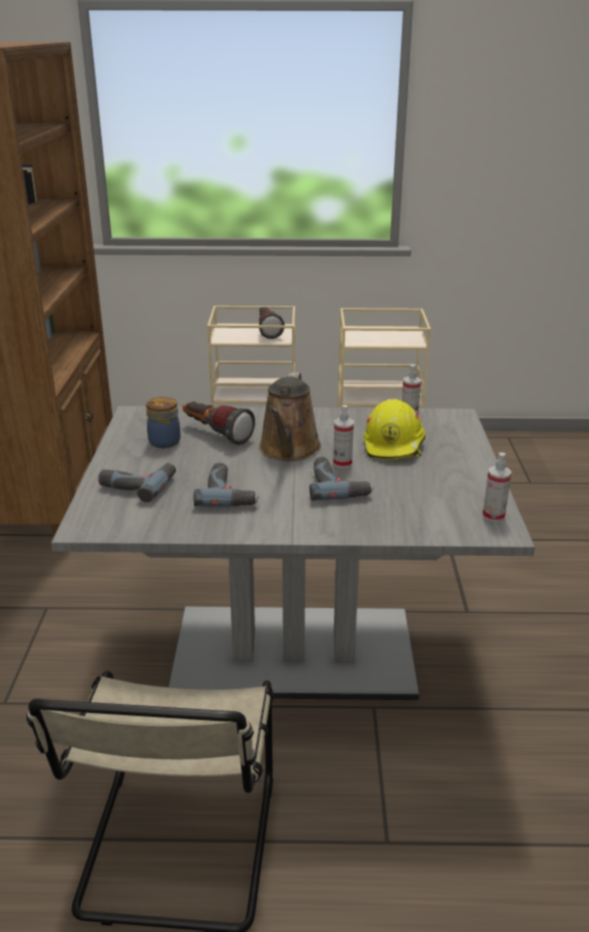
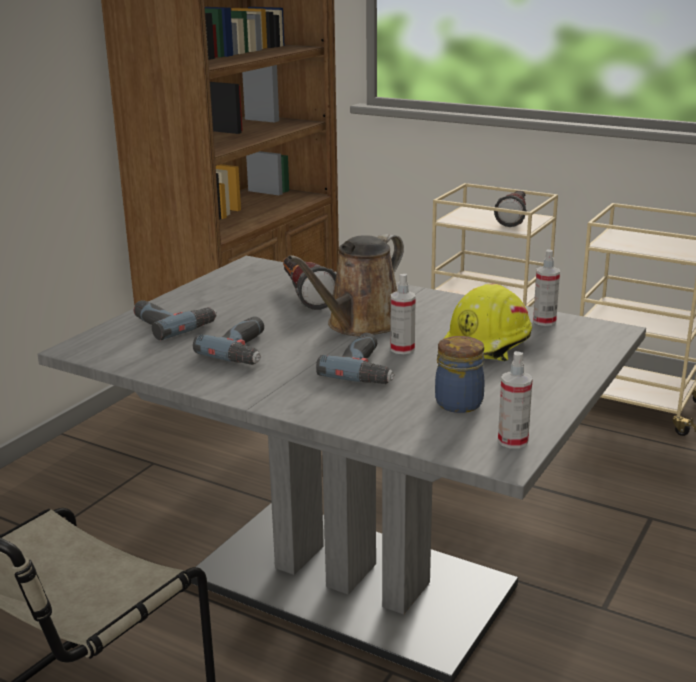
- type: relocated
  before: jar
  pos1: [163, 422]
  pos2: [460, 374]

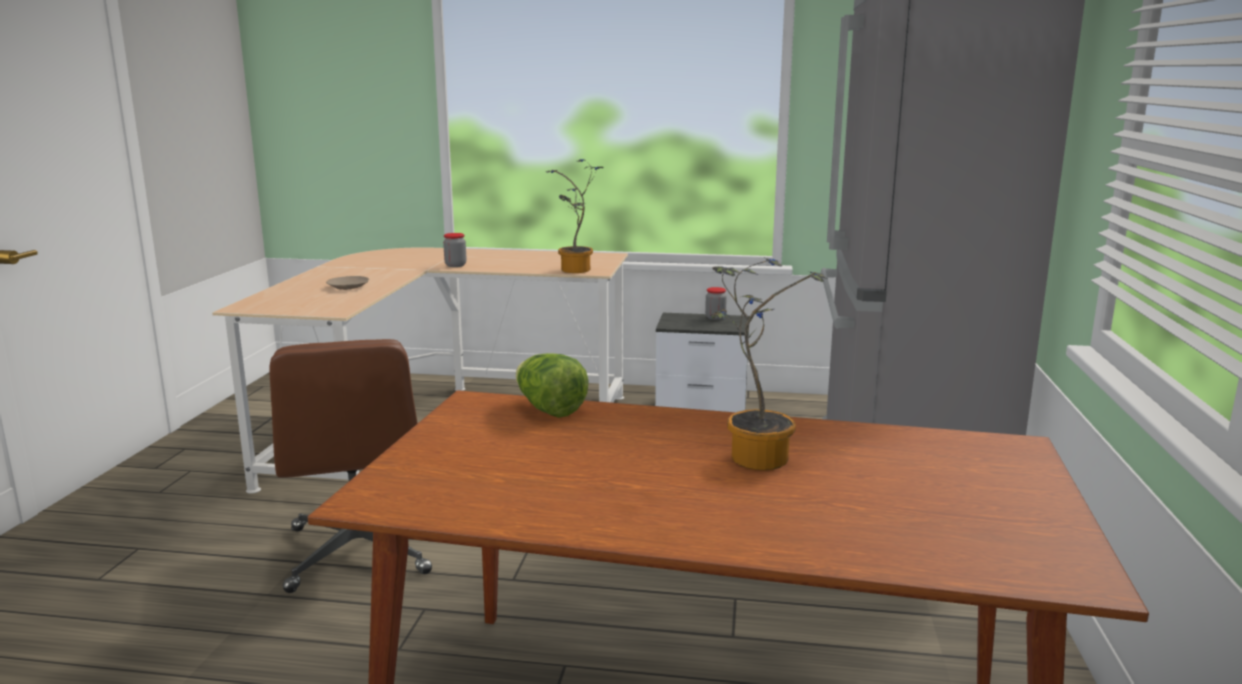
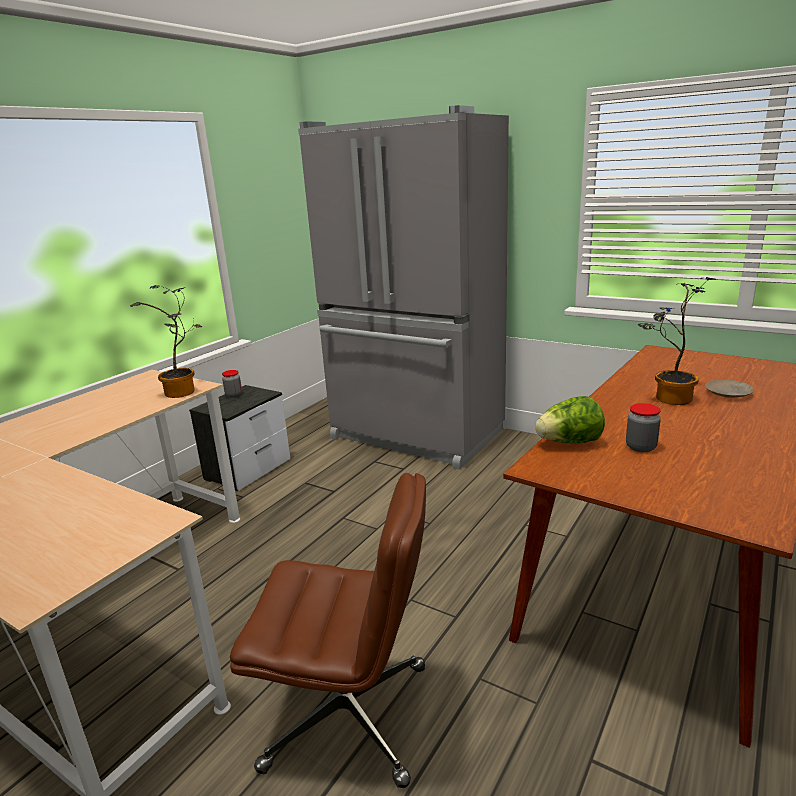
- type: relocated
  before: sand-coloured flat dish
  pos1: [347, 283]
  pos2: [729, 389]
- type: relocated
  before: jar
  pos1: [454, 250]
  pos2: [643, 428]

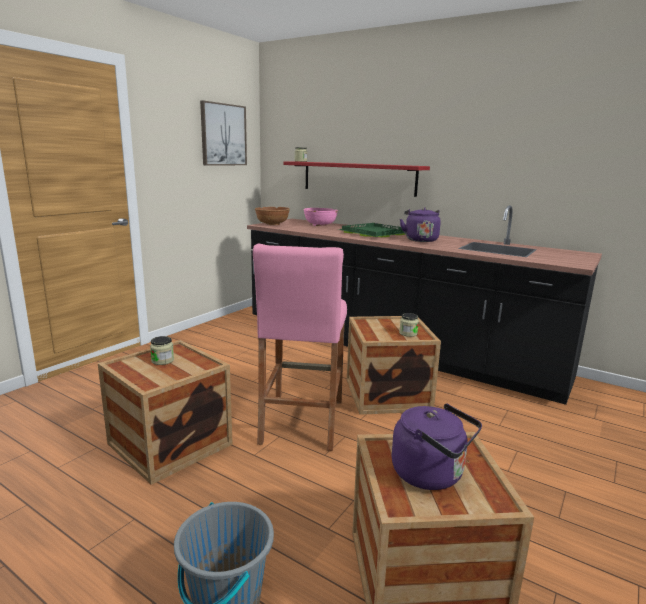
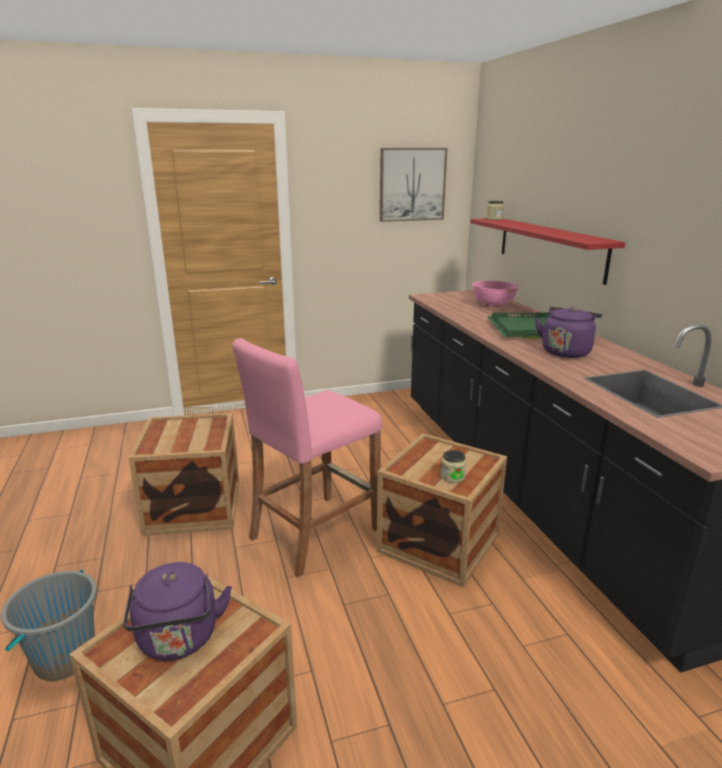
- type: missing
  before: jar
  pos1: [162, 350]
- type: missing
  before: brown bowl
  pos1: [272, 216]

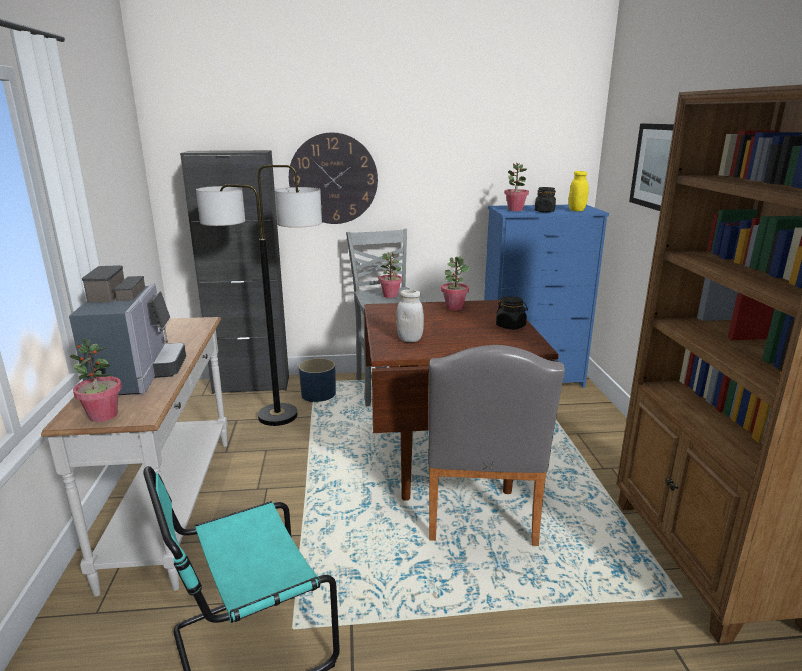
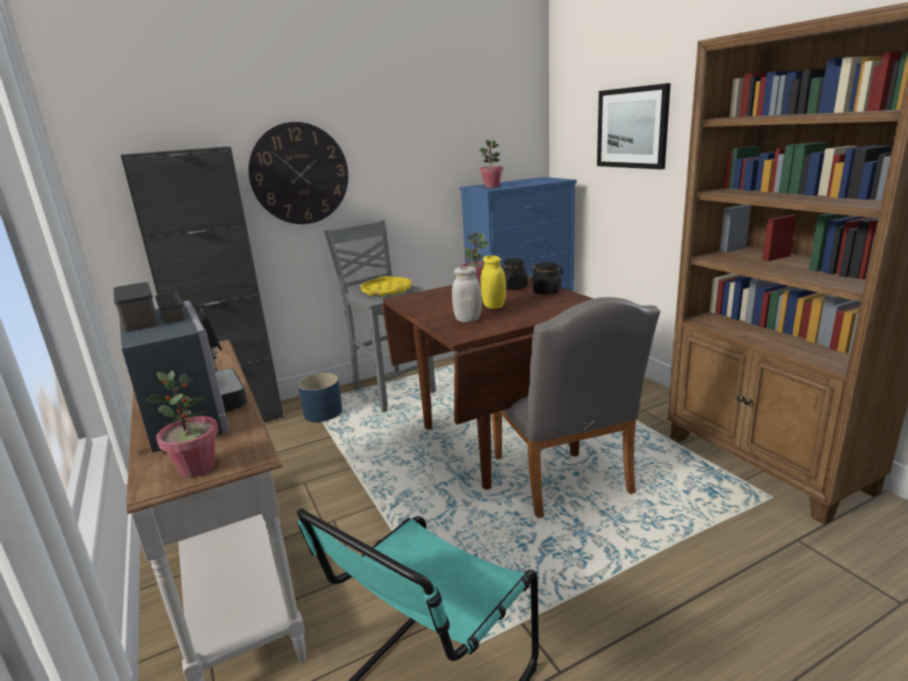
- type: missing
  before: standing lamp
  pos1: [259, 295]
- type: relocated
  before: blackish jar
  pos1: [545, 199]
  pos2: [515, 273]
- type: relocated
  before: yellow-coloured jar
  pos1: [579, 191]
  pos2: [493, 282]
- type: exchanged
  before: plant in a pot
  after: yellow-coloured serving tray
  pos1: [390, 275]
  pos2: [386, 286]

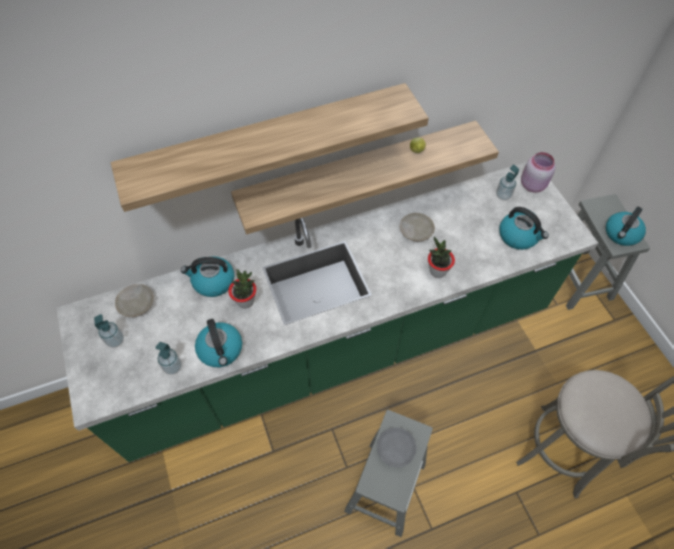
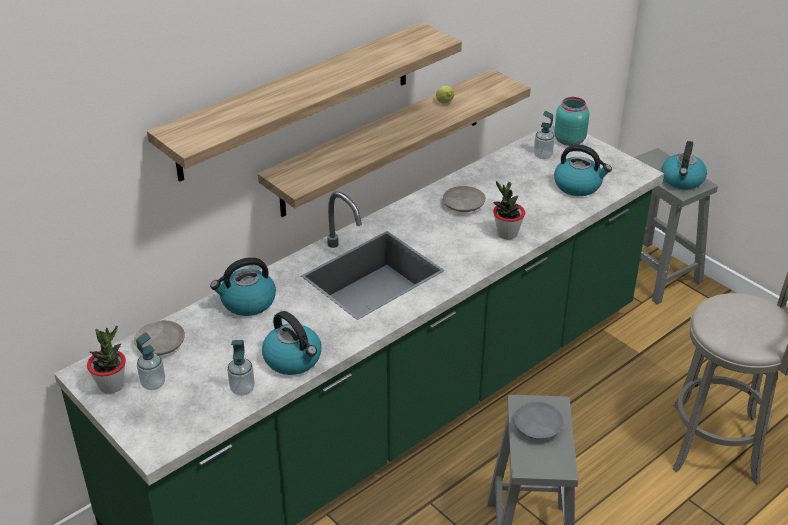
- type: relocated
  before: plant in a pot
  pos1: [242, 289]
  pos2: [106, 360]
- type: colour
  before: pink jar
  after: turquoise-coloured jar
  pos1: [538, 172]
  pos2: [571, 121]

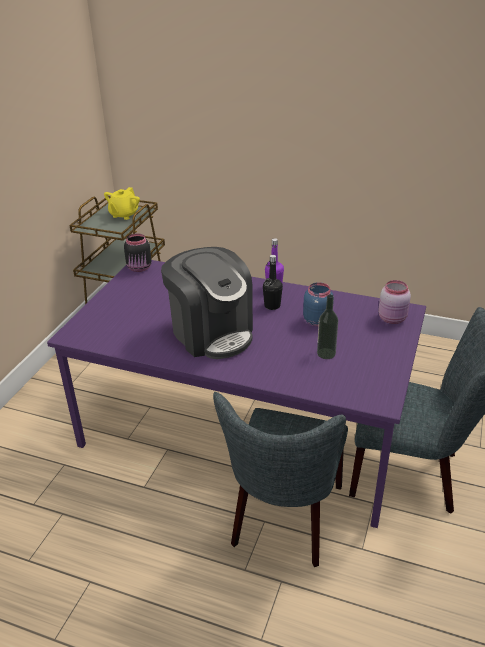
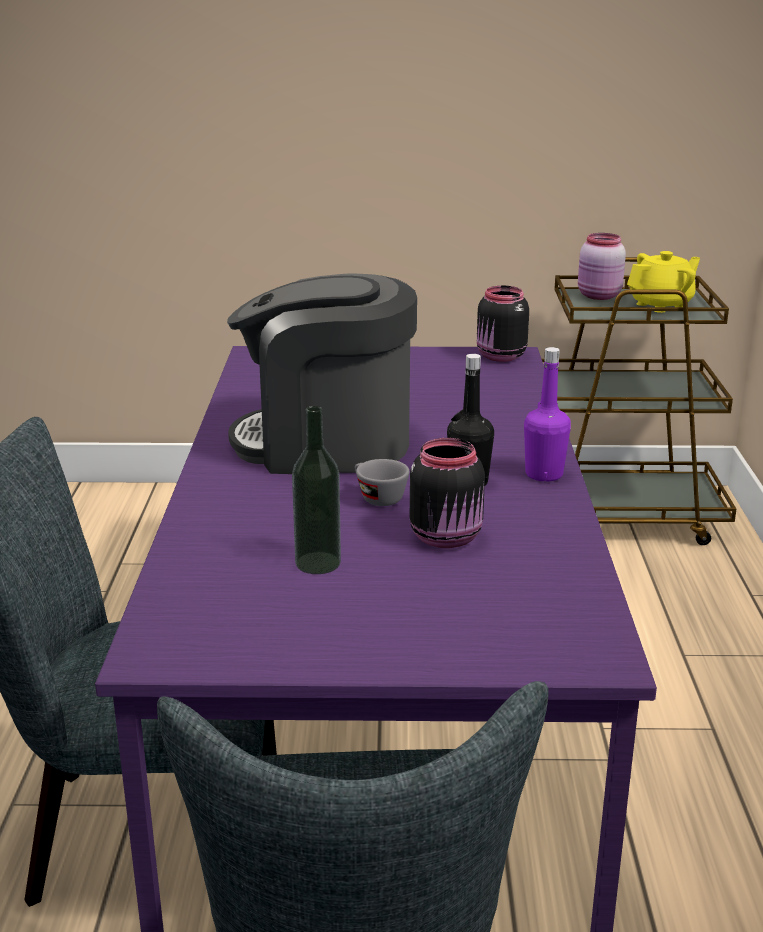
- type: appeared
  after: grey cup
  pos2: [382, 482]
- type: relocated
  before: pink jar
  pos1: [394, 302]
  pos2: [602, 266]
- type: colour
  before: bluish jar
  after: blackish jar
  pos1: [318, 304]
  pos2: [447, 493]
- type: spun
  before: yellow-coloured teapot
  pos1: [122, 203]
  pos2: [663, 282]
  turn: 150
- type: spun
  before: coffee machine
  pos1: [207, 303]
  pos2: [322, 373]
  turn: 60

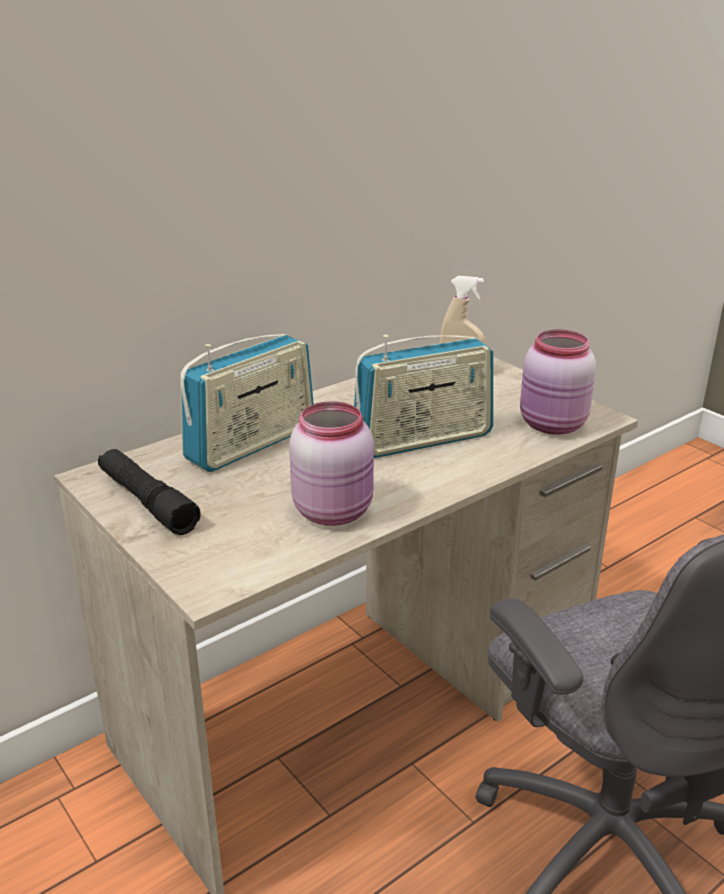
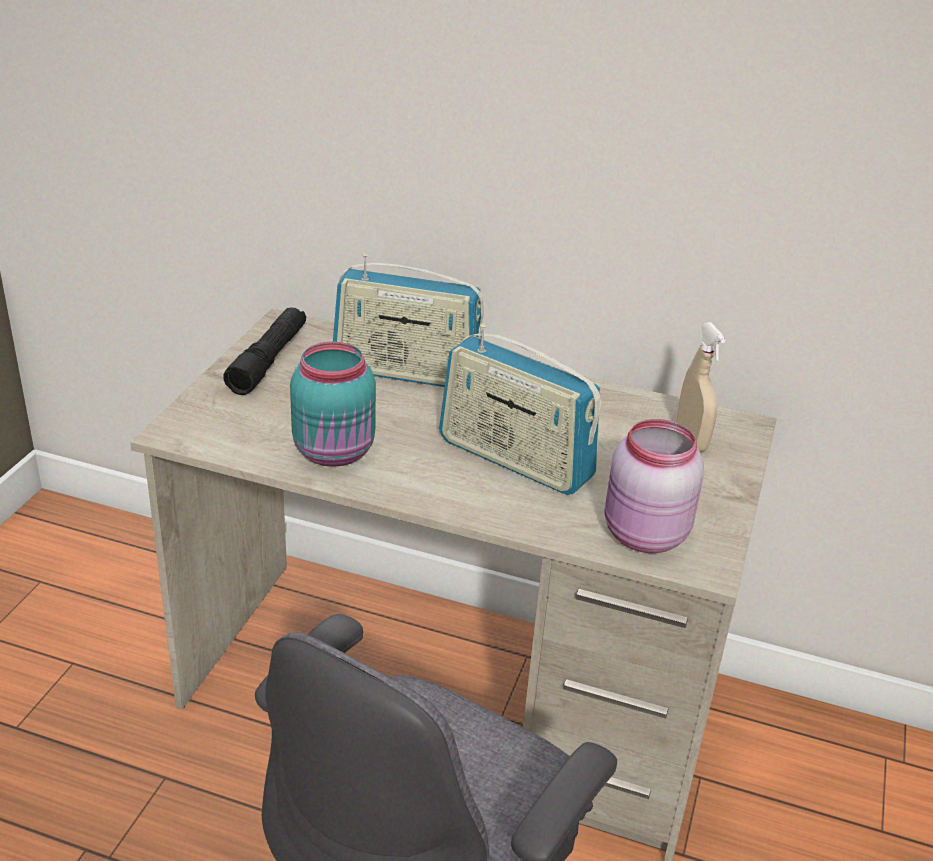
- type: colour
  before: pink jar
  after: turquoise-coloured jar
  pos1: [331, 463]
  pos2: [333, 404]

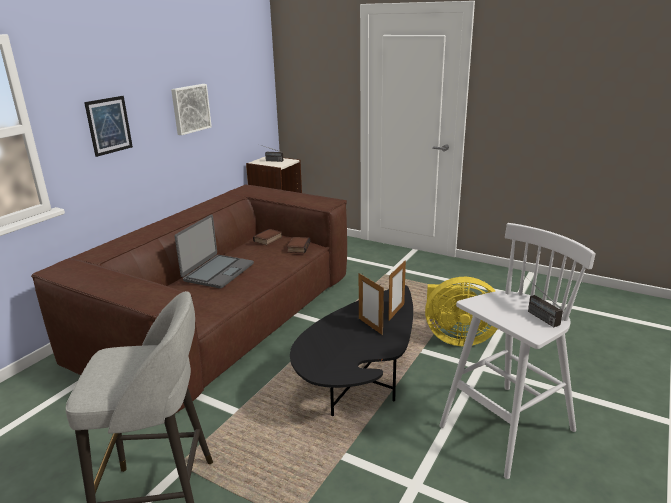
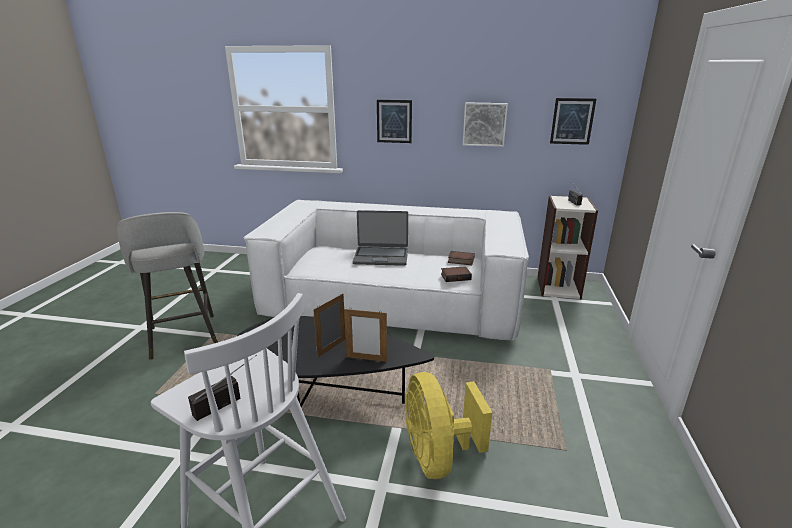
- type: appeared
  after: wall art
  pos2: [573, 121]
- type: colour
  before: brown settee
  after: white settee
  pos1: [189, 299]
  pos2: [386, 270]

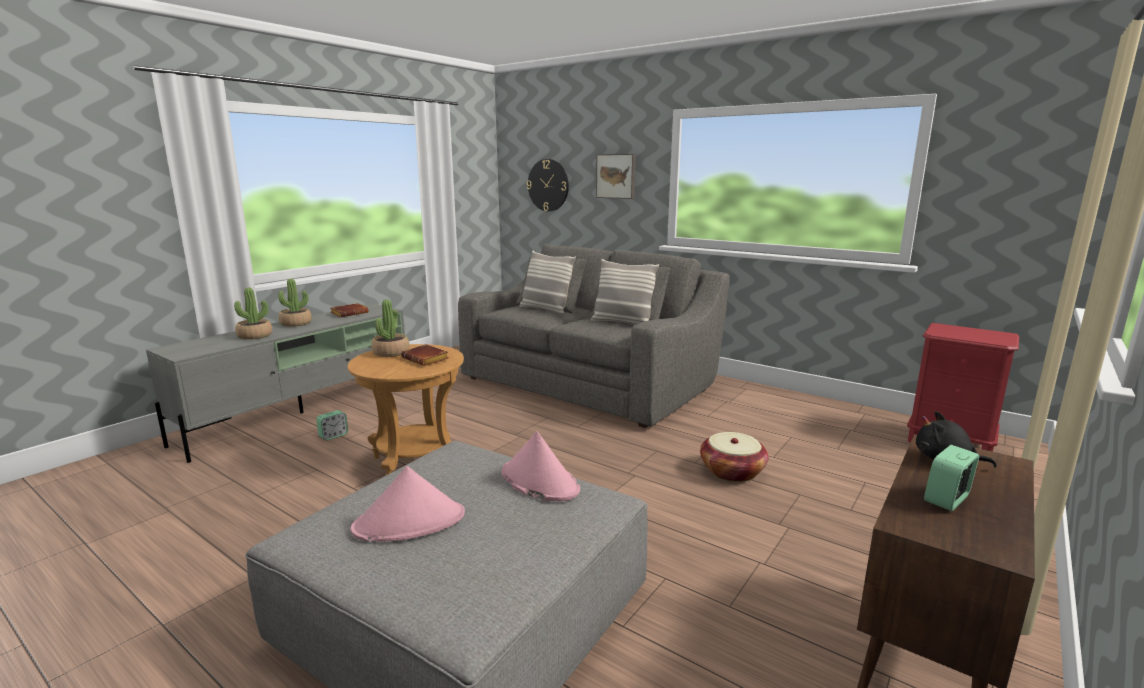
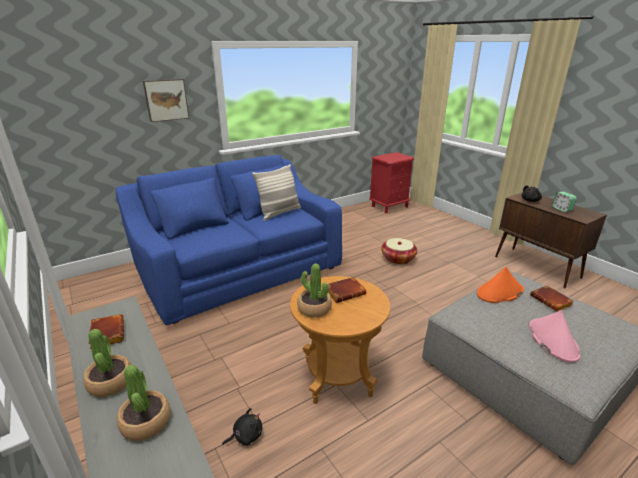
- type: missing
  before: throw pillow
  pos1: [548, 282]
- type: missing
  before: hanging clock
  pos1: [548, 185]
- type: appeared
  after: brown volume
  pos2: [552, 298]
- type: exchanged
  before: bedside clock
  after: blackish plush toy
  pos1: [332, 425]
  pos2: [242, 427]
- type: colour
  before: grey settee
  after: bluish settee
  pos1: [594, 336]
  pos2: [228, 240]
- type: colour
  before: pink hat
  after: orangey hat
  pos1: [541, 466]
  pos2: [500, 285]

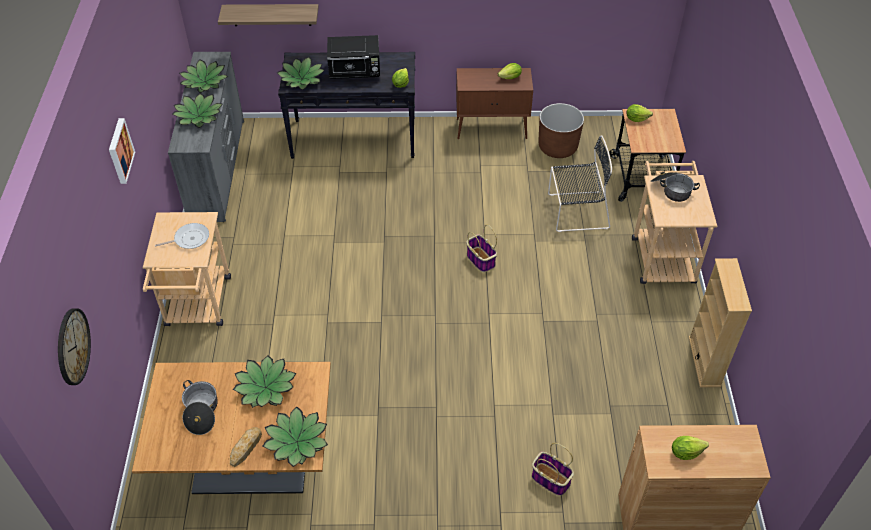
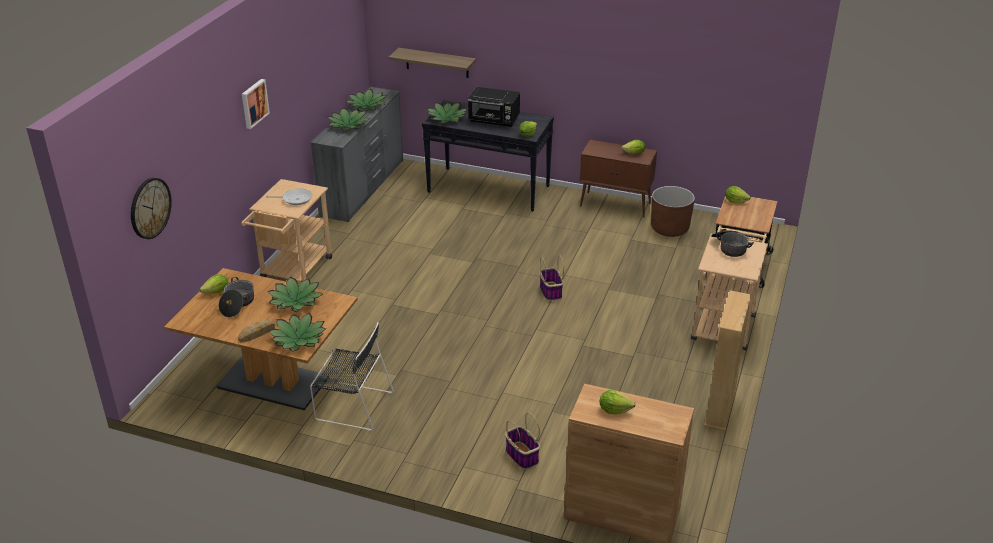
- type: appeared
  after: lettuce head
  pos2: [213, 284]
- type: relocated
  before: blackish chair
  pos1: [580, 183]
  pos2: [352, 376]

